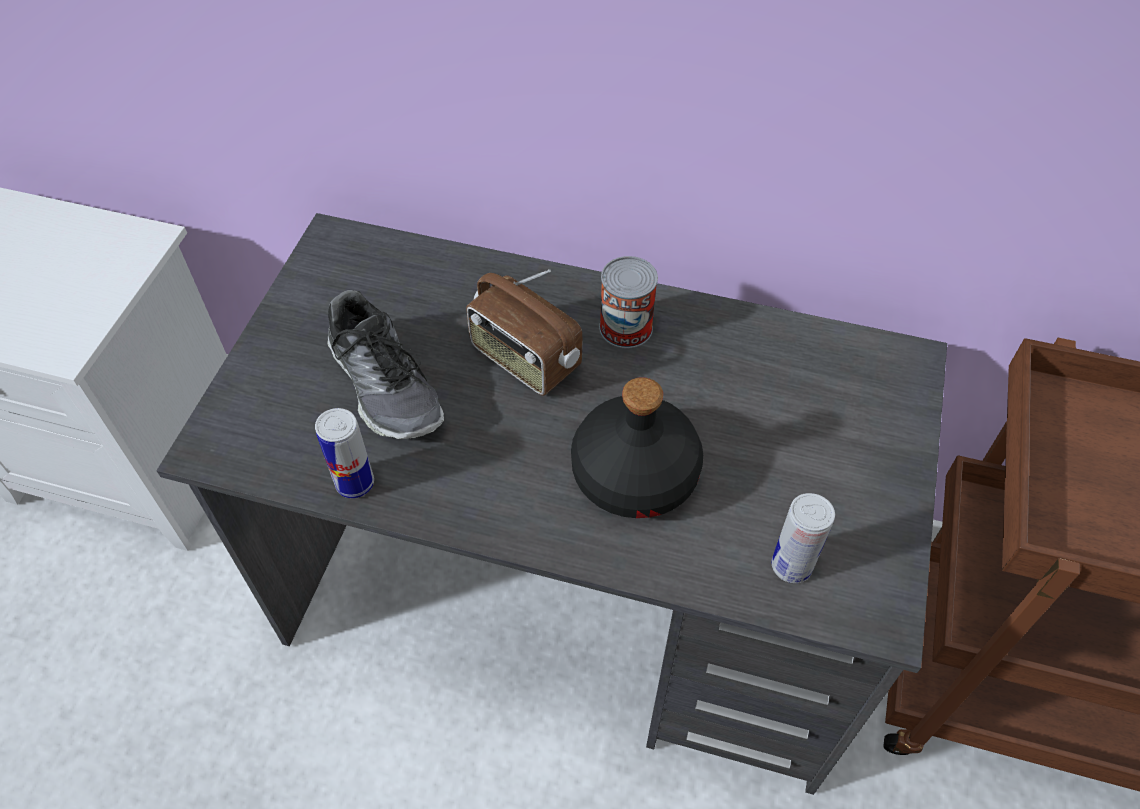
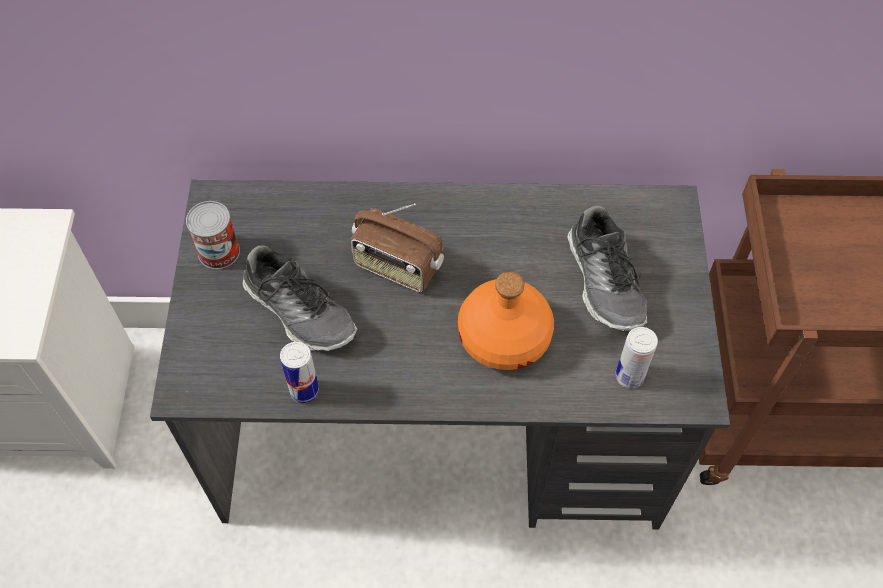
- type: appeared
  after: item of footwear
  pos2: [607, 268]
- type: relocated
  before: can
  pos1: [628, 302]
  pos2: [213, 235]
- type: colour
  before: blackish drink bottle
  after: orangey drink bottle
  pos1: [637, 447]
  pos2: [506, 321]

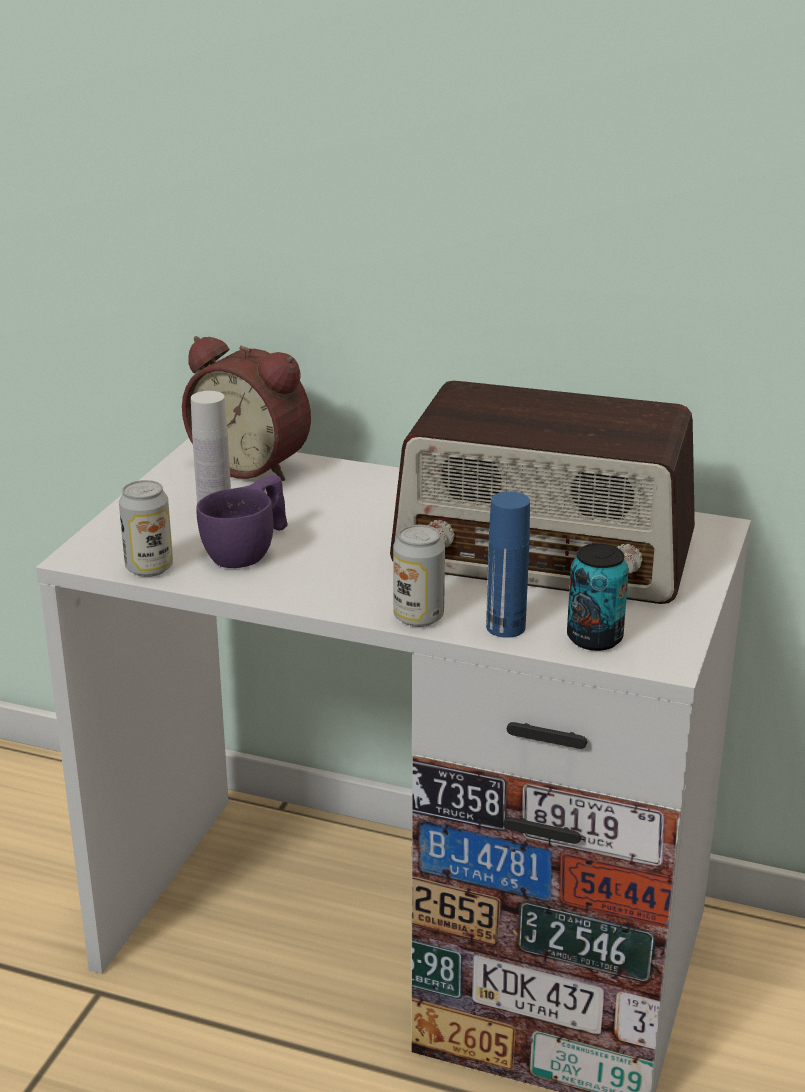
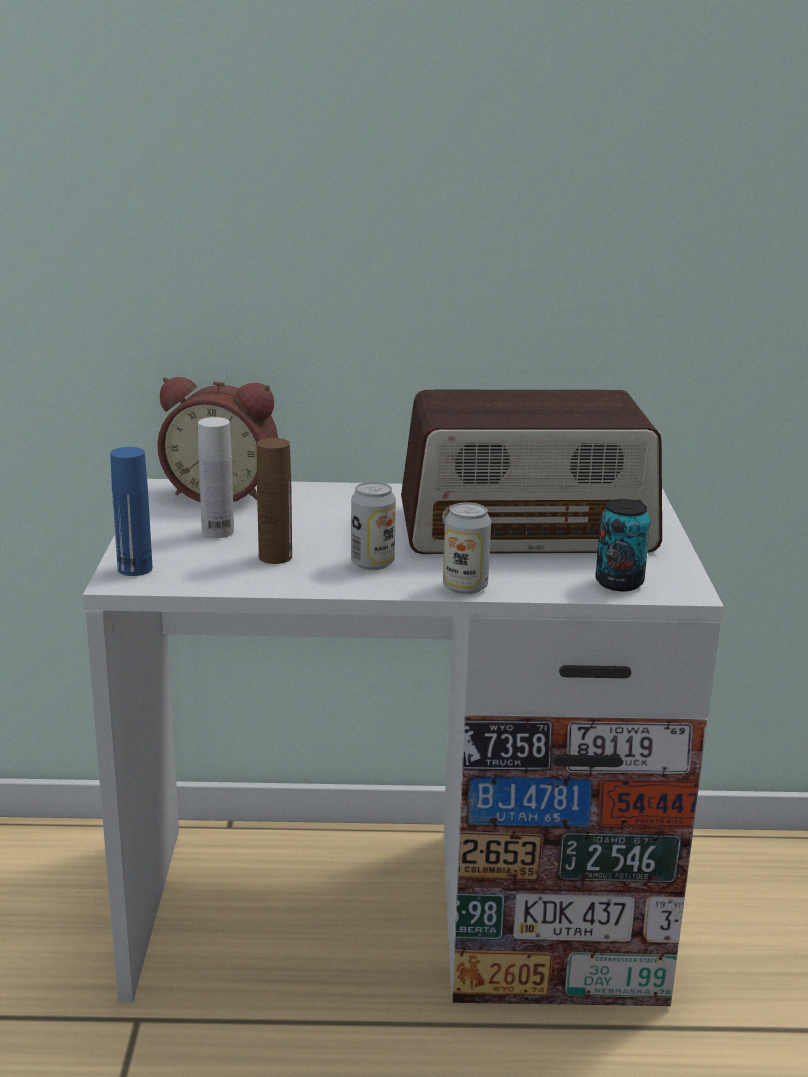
- type: relocated
  before: can
  pos1: [146, 528]
  pos2: [373, 526]
- type: relocated
  before: bluish drink bottle
  pos1: [508, 565]
  pos2: [131, 511]
- type: exchanged
  before: purplish cup
  after: brown drink bottle
  pos1: [241, 521]
  pos2: [274, 501]

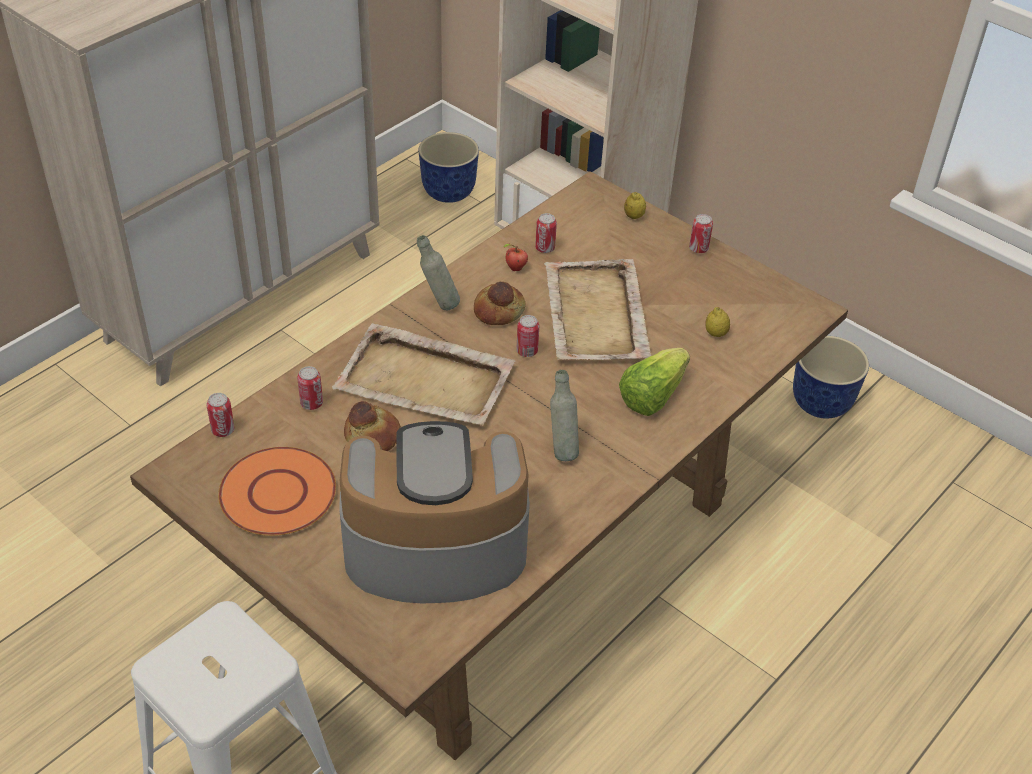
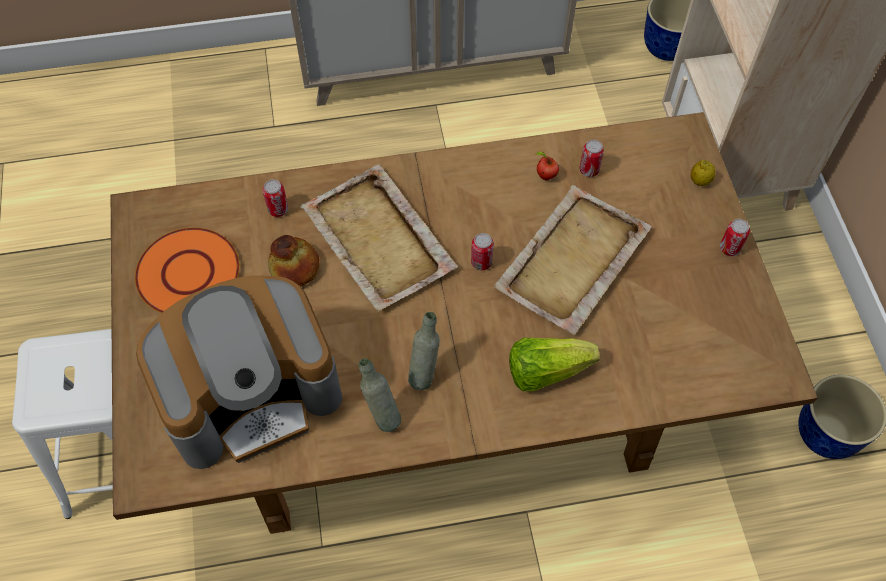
- type: missing
  before: can
  pos1: [220, 415]
- type: missing
  before: baked bread
  pos1: [500, 303]
- type: missing
  before: citrus fruit
  pos1: [717, 322]
- type: relocated
  before: grey drink bottle
  pos1: [438, 272]
  pos2: [380, 395]
- type: spun
  before: coffee machine
  pos1: [434, 512]
  pos2: [239, 372]
  turn: 120

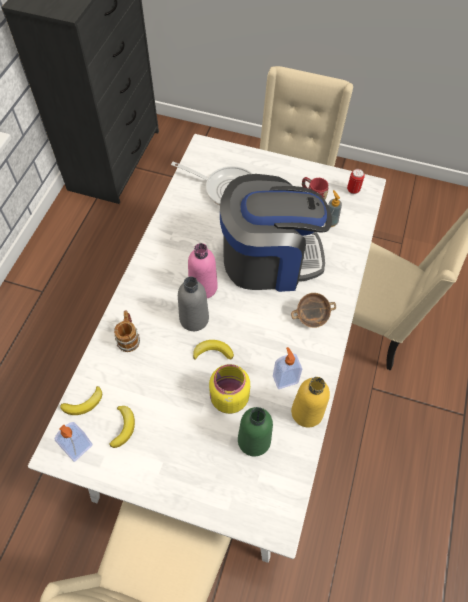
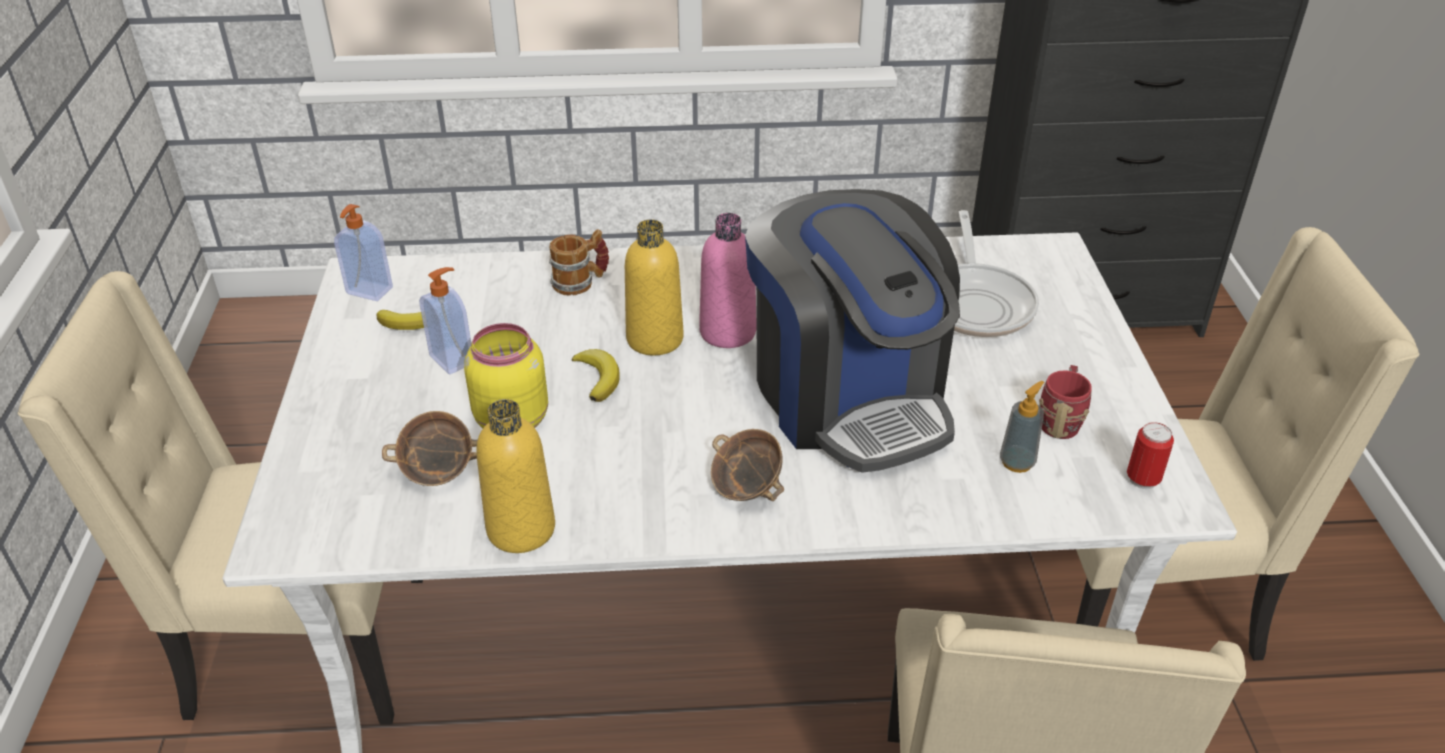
- type: missing
  before: banana
  pos1: [81, 400]
- type: relocated
  before: soap bottle
  pos1: [287, 368]
  pos2: [445, 320]
- type: exchanged
  before: greenish drink bottle
  after: bowl
  pos1: [255, 431]
  pos2: [430, 448]
- type: colour
  before: grey drink bottle
  after: yellow-coloured drink bottle
  pos1: [193, 303]
  pos2: [654, 287]

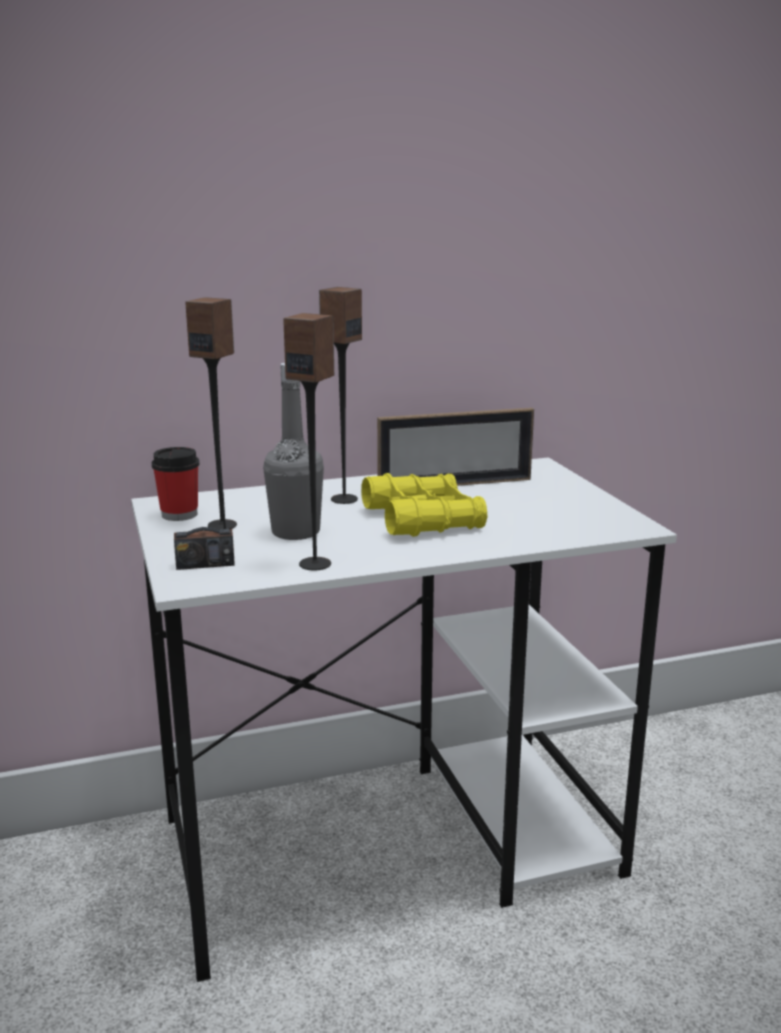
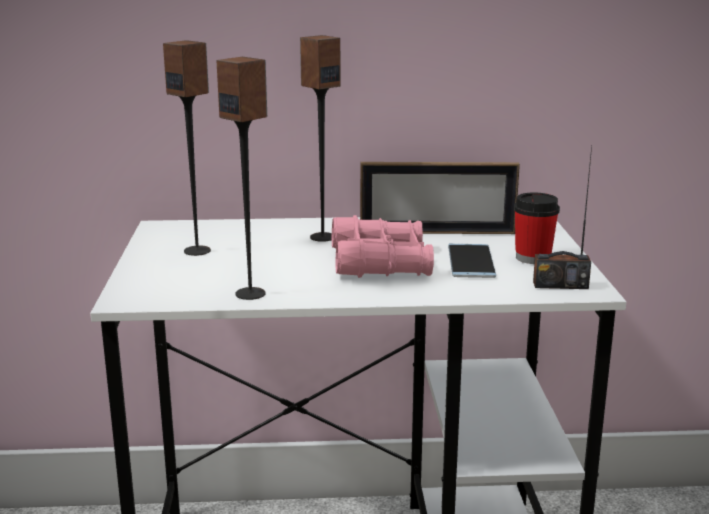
- type: missing
  before: grey drink bottle
  pos1: [293, 451]
- type: appeared
  after: telephone
  pos2: [472, 260]
- type: relocated
  before: cup
  pos1: [175, 484]
  pos2: [537, 228]
- type: relocated
  before: radio receiver
  pos1: [204, 490]
  pos2: [562, 217]
- type: colour
  before: yellow-coloured binoculars
  after: pink binoculars
  pos1: [424, 505]
  pos2: [383, 246]

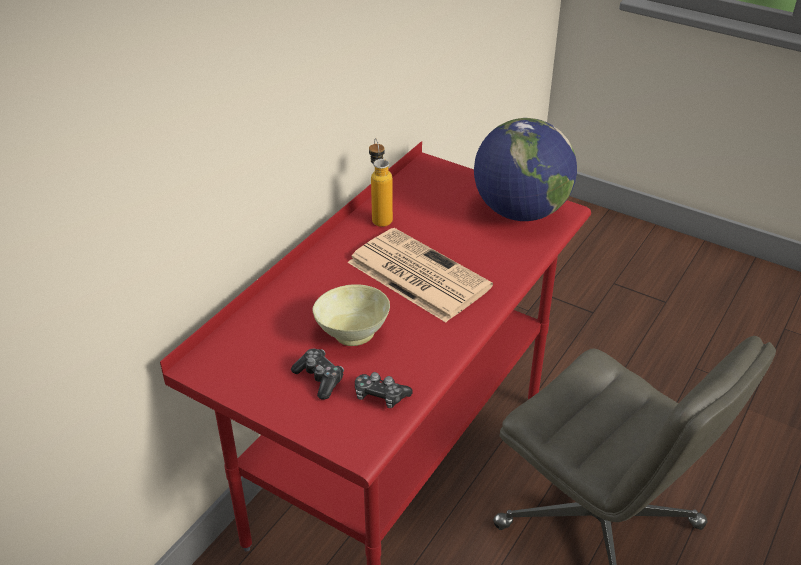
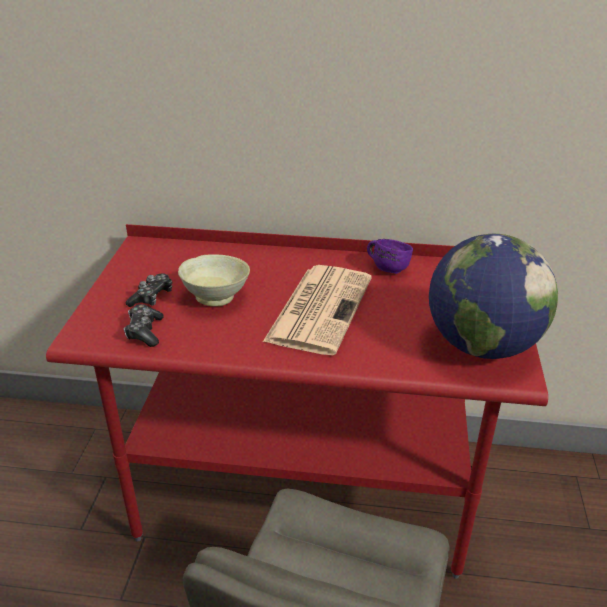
- type: exchanged
  before: drink bottle
  after: purplish coffee mug
  pos1: [381, 182]
  pos2: [390, 256]

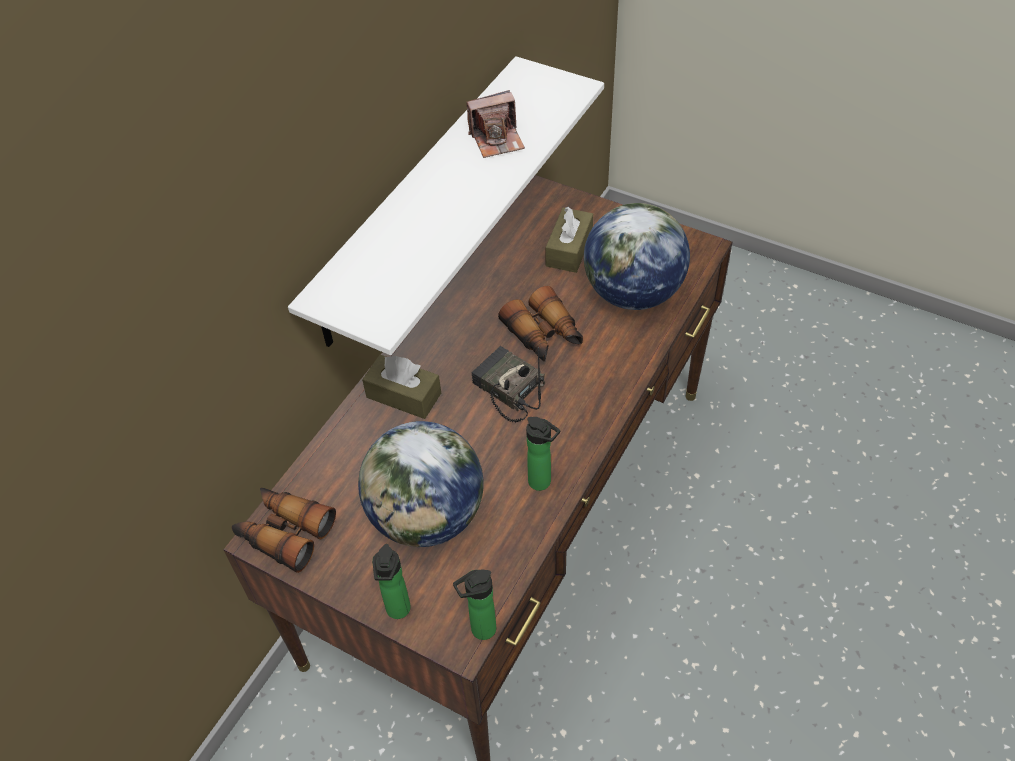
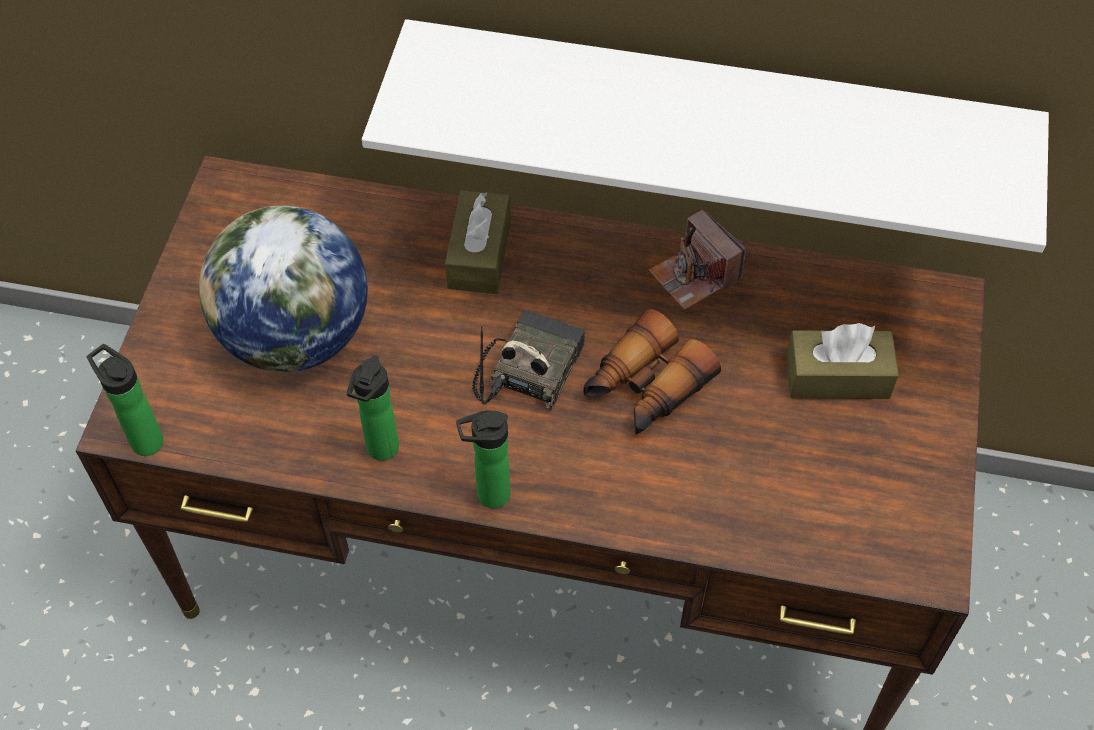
- type: missing
  before: binoculars
  pos1: [283, 530]
- type: missing
  before: globe
  pos1: [637, 256]
- type: relocated
  before: drink bottle
  pos1: [391, 581]
  pos2: [483, 459]
- type: relocated
  before: still camera
  pos1: [496, 124]
  pos2: [698, 259]

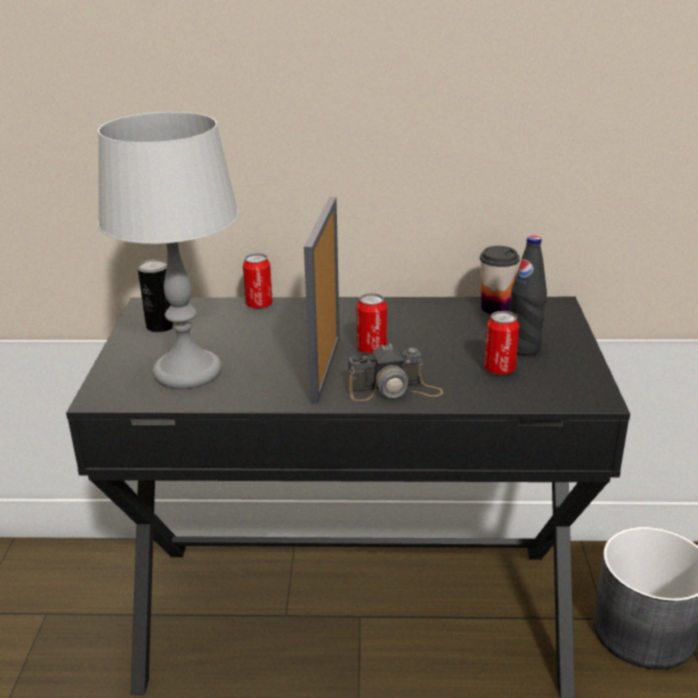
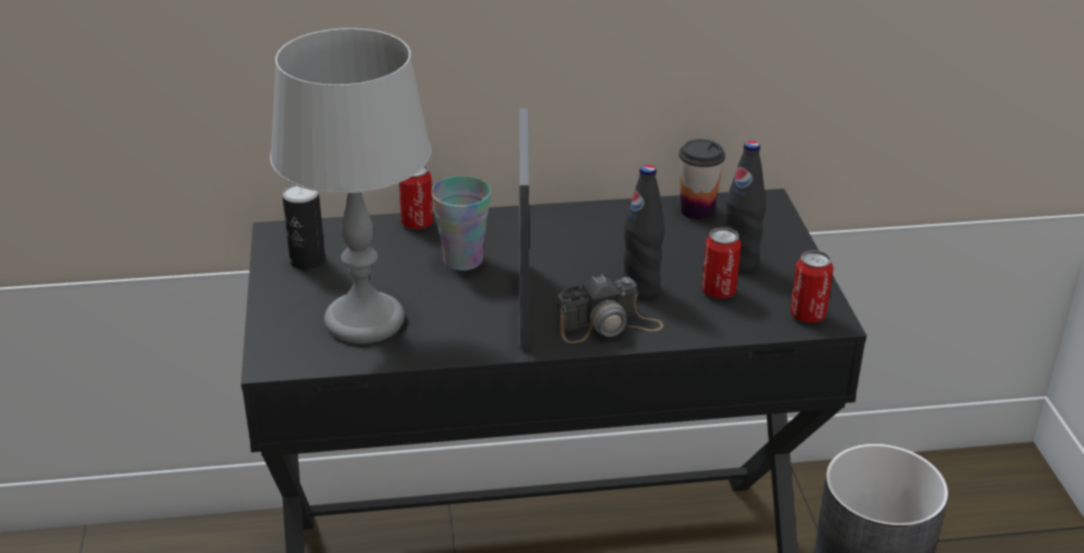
- type: appeared
  after: cup
  pos2: [461, 223]
- type: appeared
  after: blackish drink bottle
  pos2: [643, 231]
- type: relocated
  before: can
  pos1: [371, 323]
  pos2: [812, 286]

